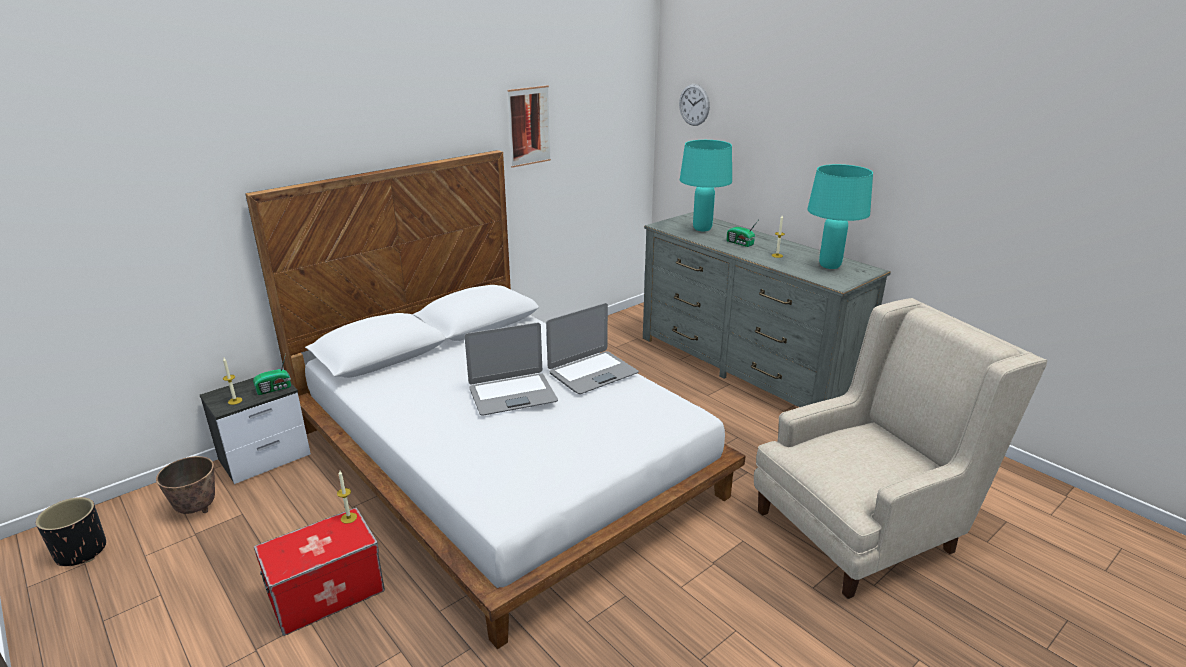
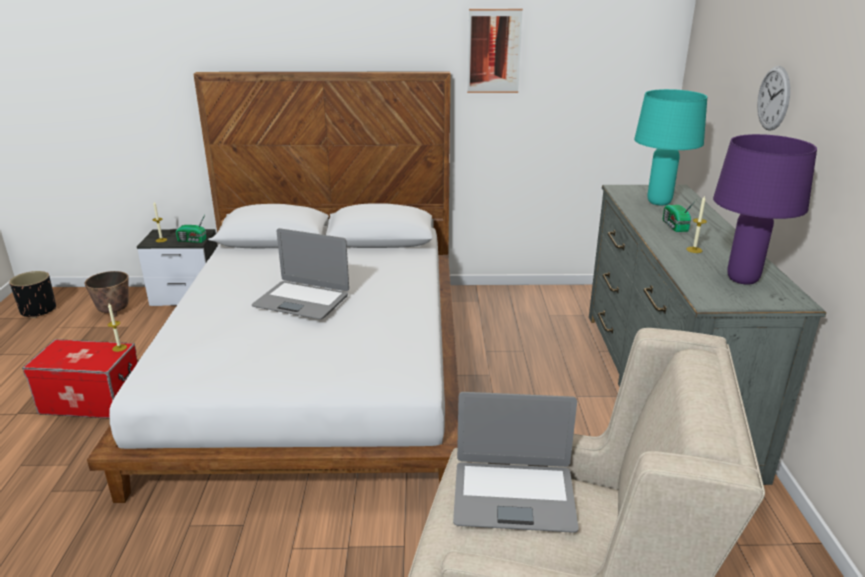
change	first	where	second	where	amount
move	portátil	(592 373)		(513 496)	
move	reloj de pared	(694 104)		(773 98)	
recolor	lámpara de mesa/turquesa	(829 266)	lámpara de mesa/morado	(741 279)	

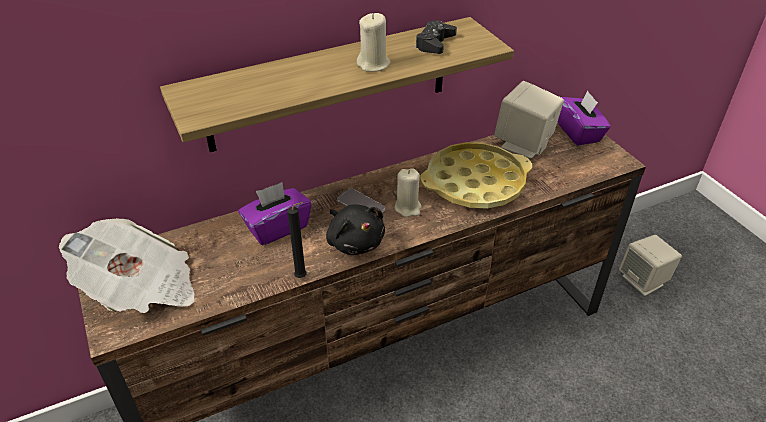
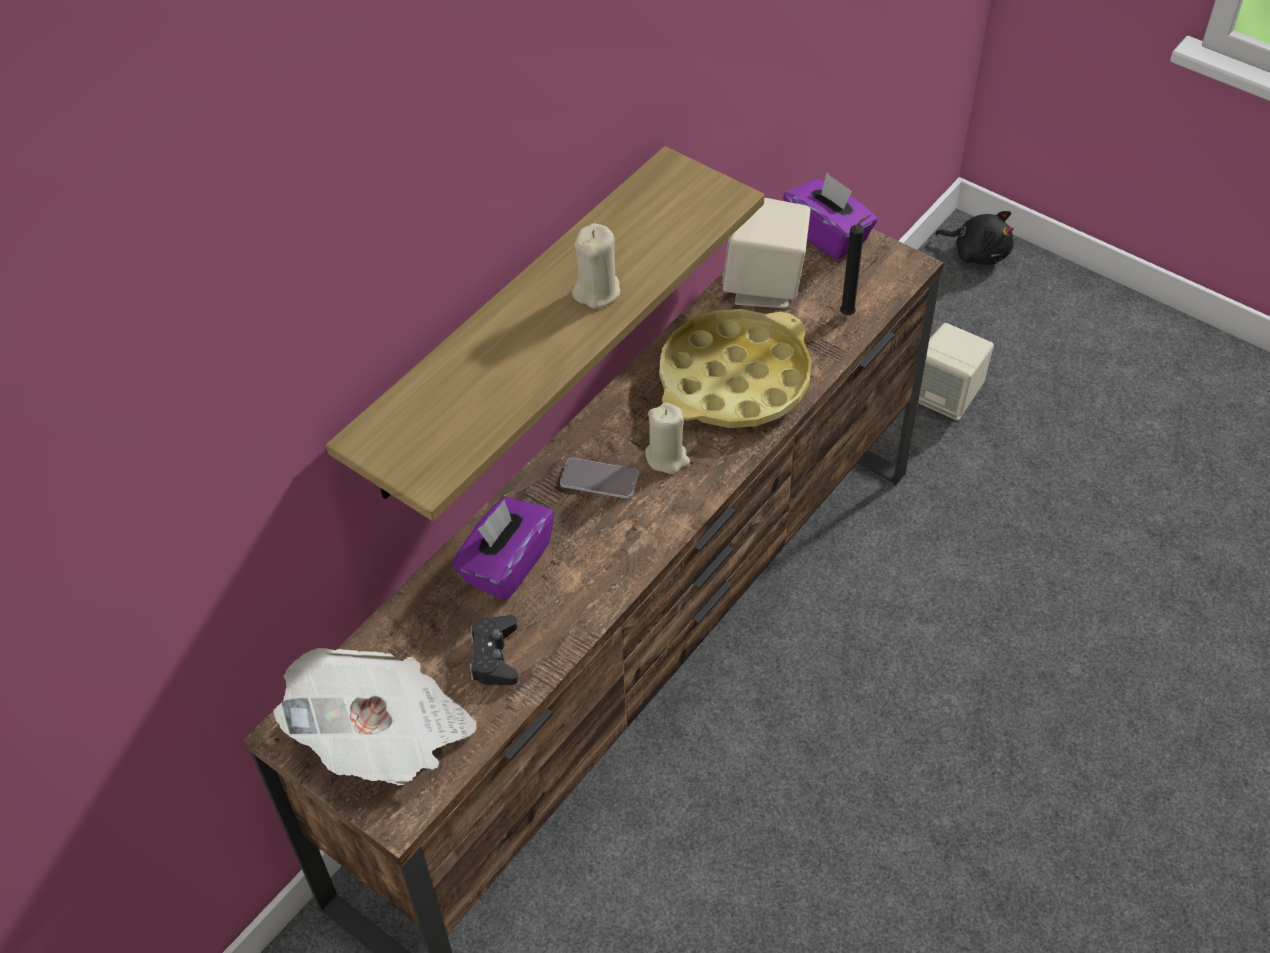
change	first	where	second	where	amount
move	vela/negro	(303 277)		(849 313)	
move	peluche/negro	(355 241)		(978 252)	
move	mando de consola/negro	(434 43)		(494 656)	

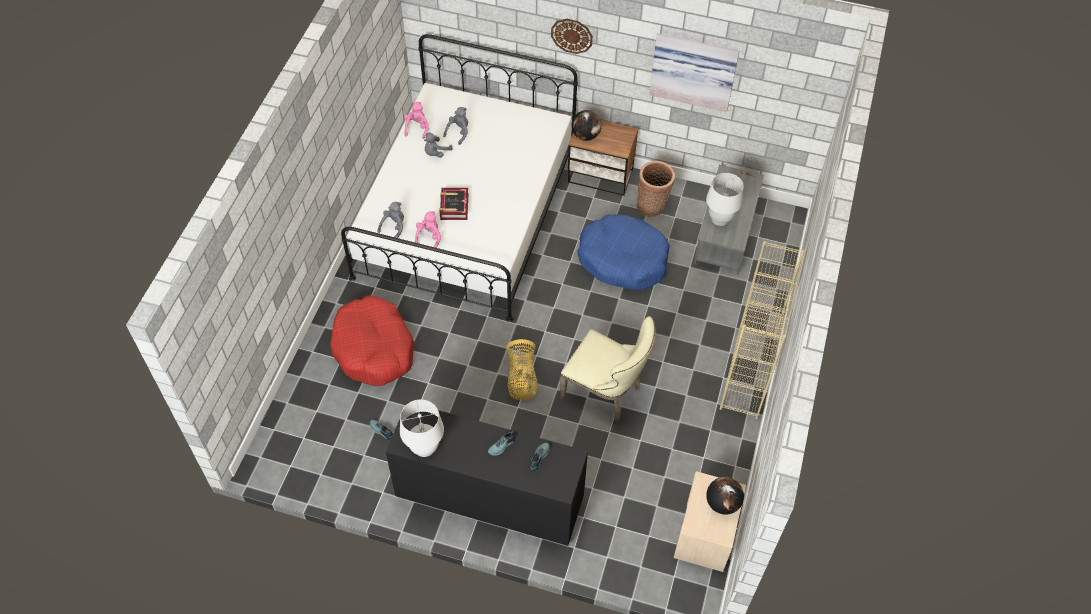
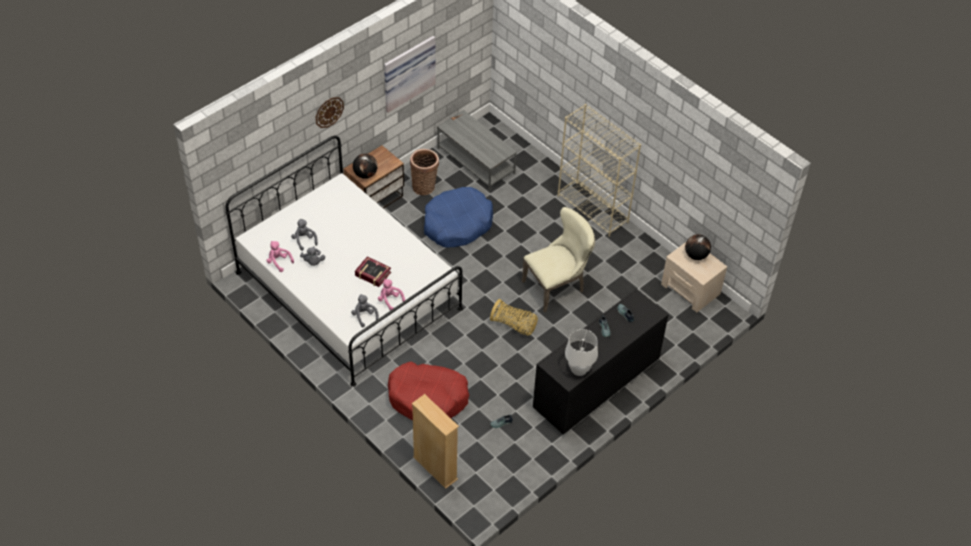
change	first	where	second	where	amount
delete	lámpara de mesa/blanco	(720 219)			
insert			estantería/beis	(435 468)	

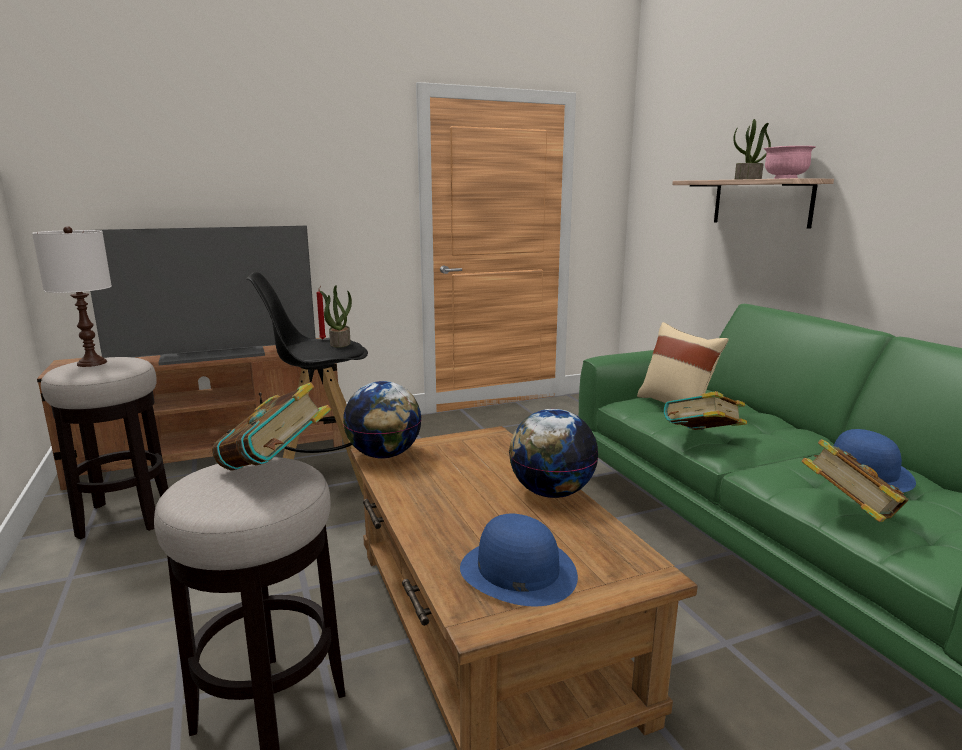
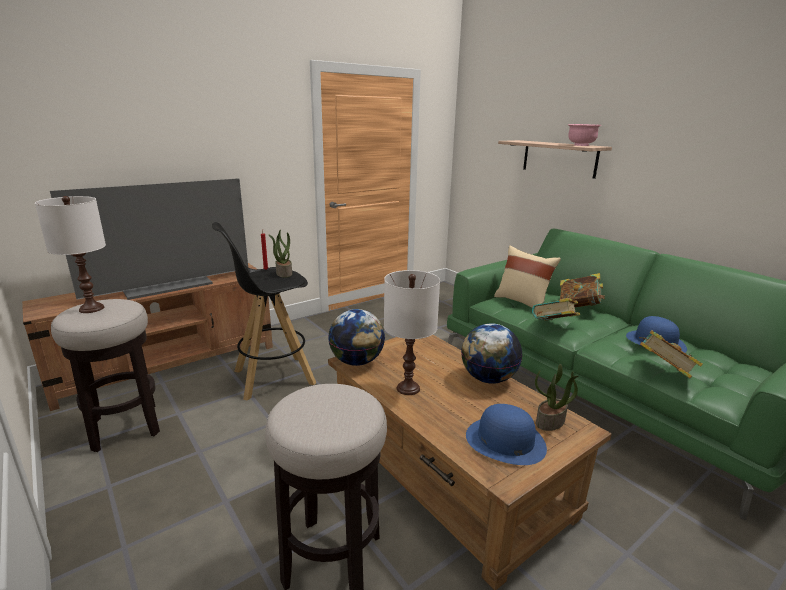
change	first	where	second	where	amount
move	libro	(274 469)		(578 307)	
move	planta en maceta	(748 179)		(550 422)	
insert			lámpara de mesa/blanco	(407 388)	

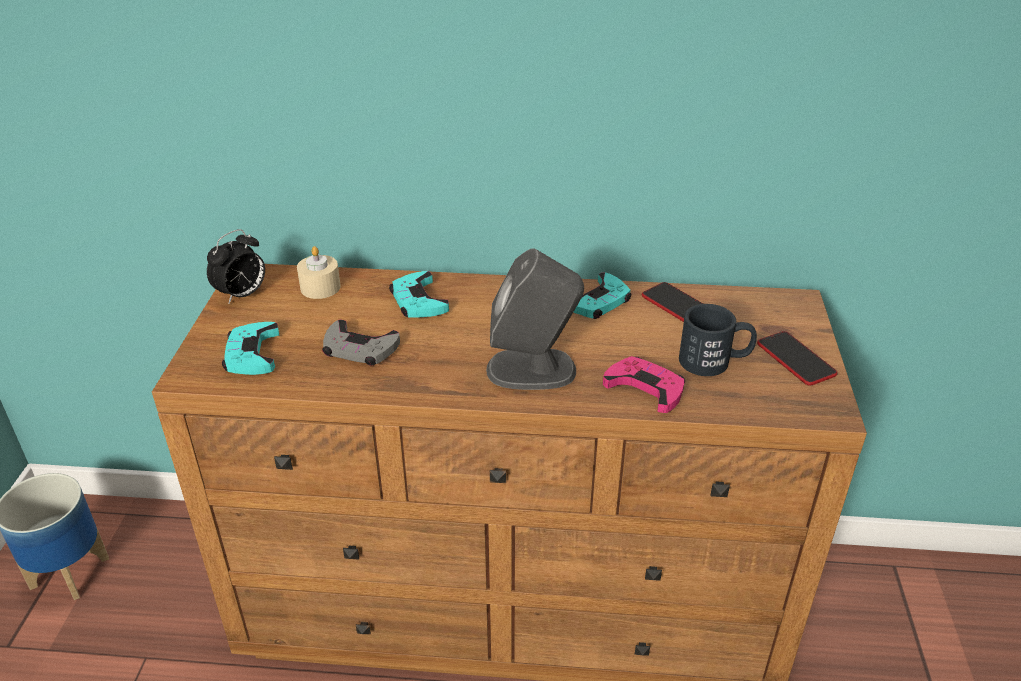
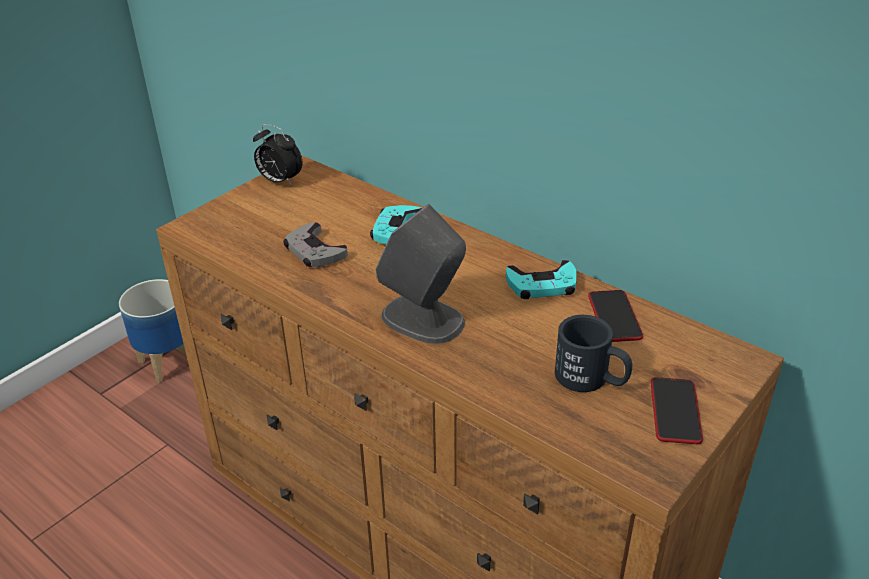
change	first	where	second	where	amount
rotate	despertador	(242 295)		(279 181)	45 degrees clockwise
delete	mando de consola/turquesa	(252 354)			
delete	vela/beis	(320 287)			
delete	mando de consola/rosa	(645 388)			

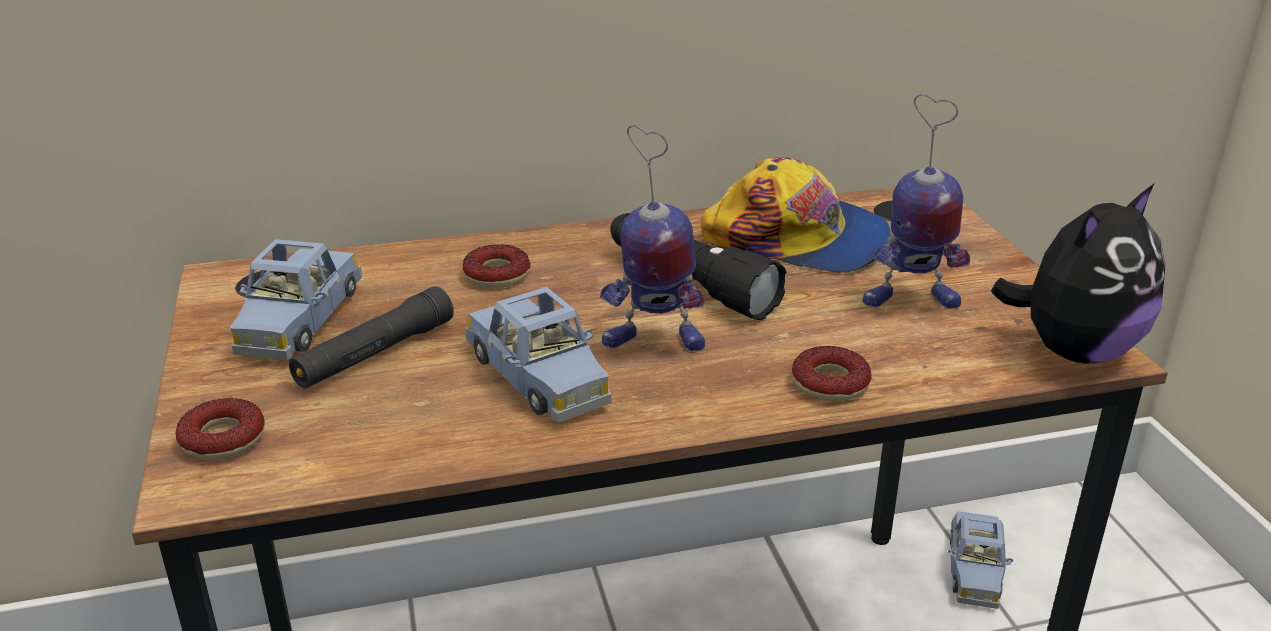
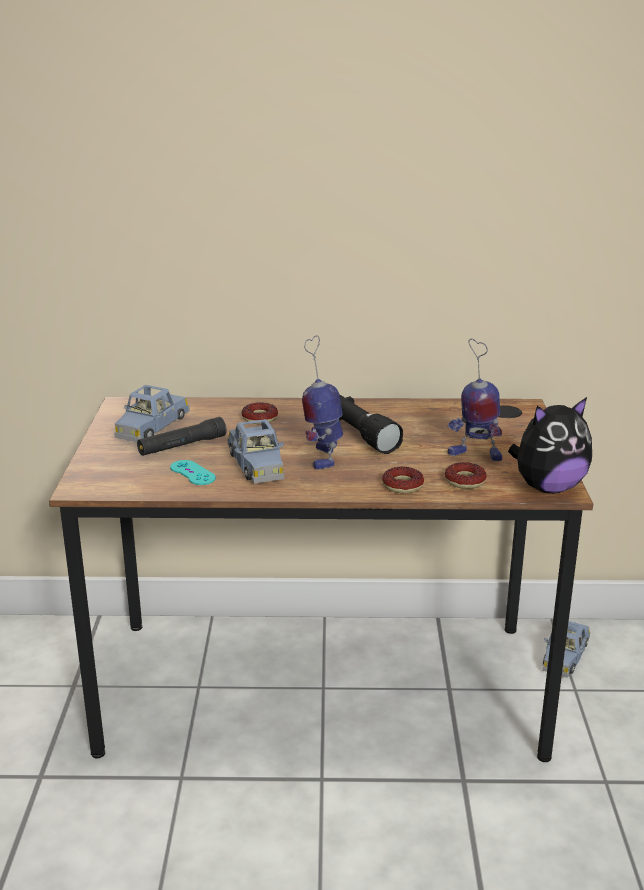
change	first	where	second	where	amount
move	rosquilla	(223 439)		(465 481)	
rotate	robot de juguete	(652 342)		(322 457)	75 degrees clockwise
delete	gorra	(798 239)			
insert			mando de consola/turquesa	(192 473)	

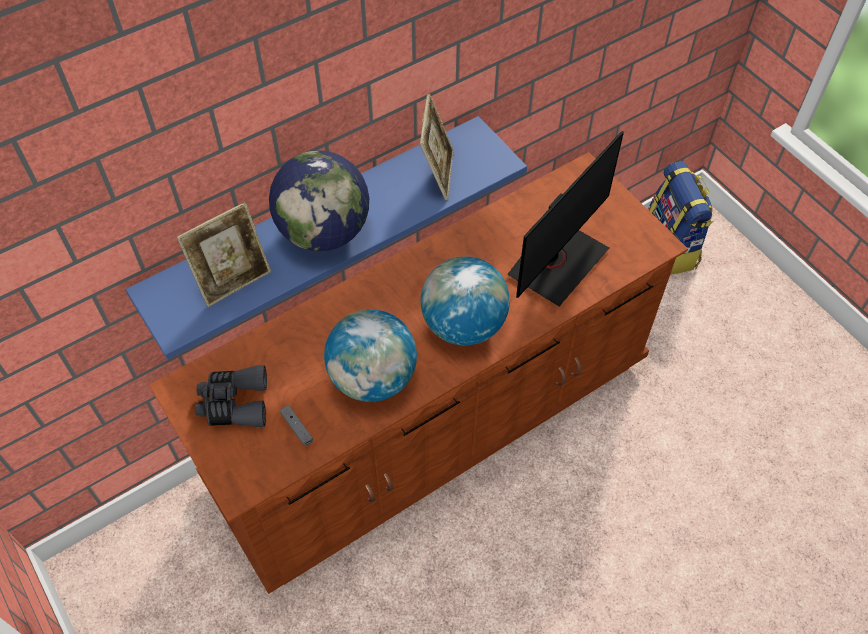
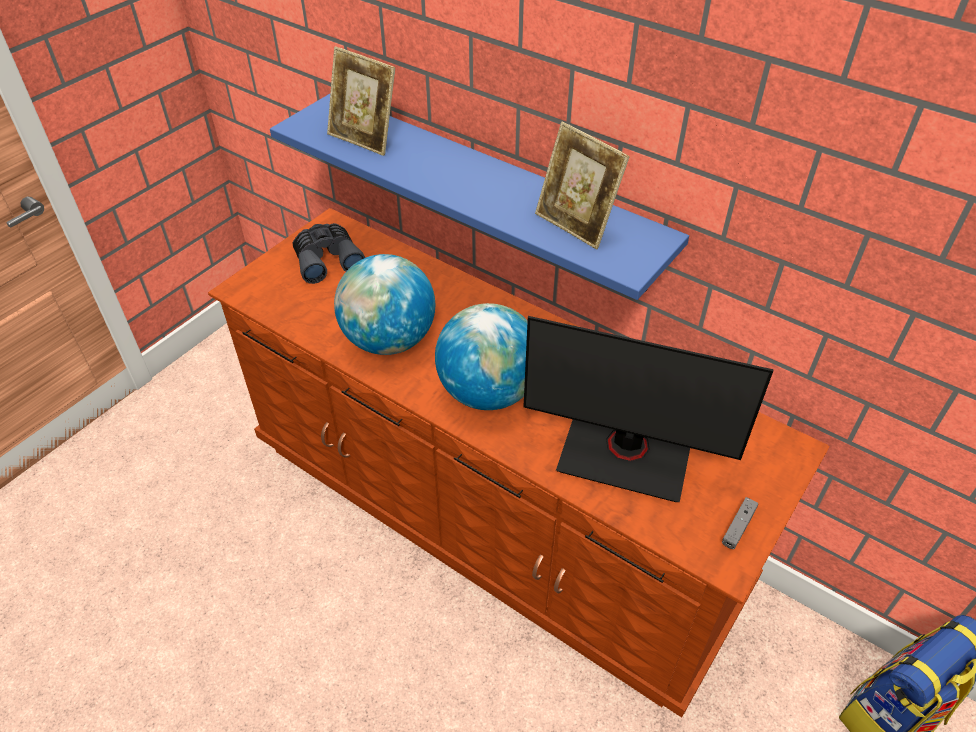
change	first	where	second	where	amount
delete	globo terráqueo	(324 232)			
move	mando de consola/gris	(297 428)		(738 527)	
rotate	portarretratos	(437 173)		(576 225)	60 degrees clockwise

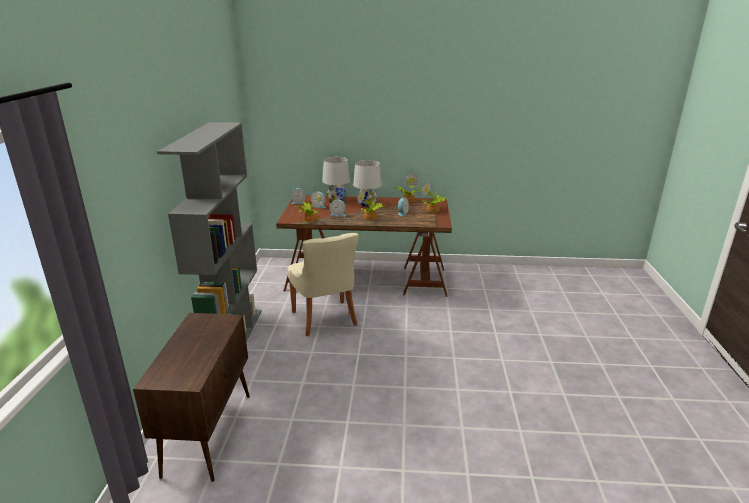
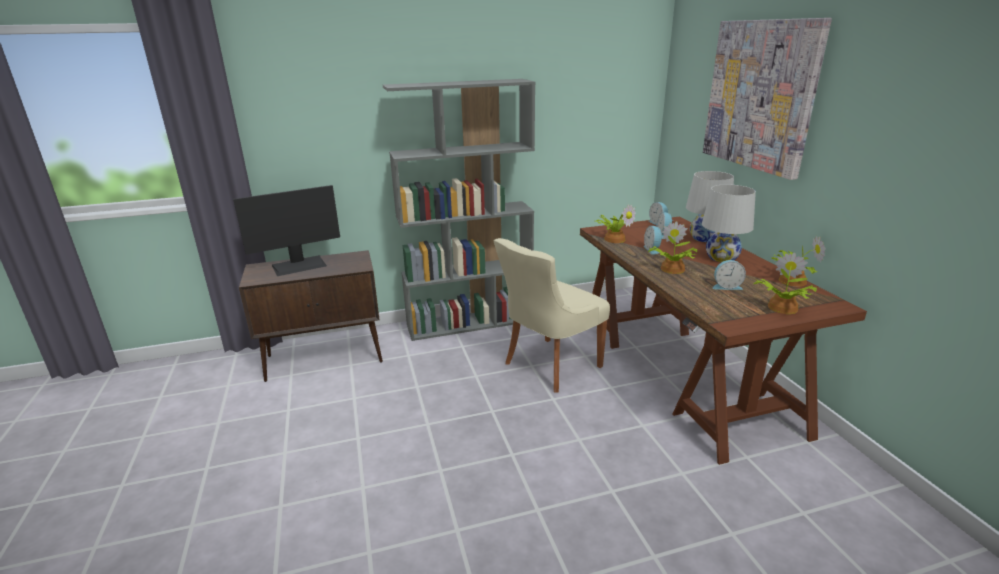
change	first	where	second	where	amount
insert			monitor	(299 265)	
insert			cuadro	(760 95)	

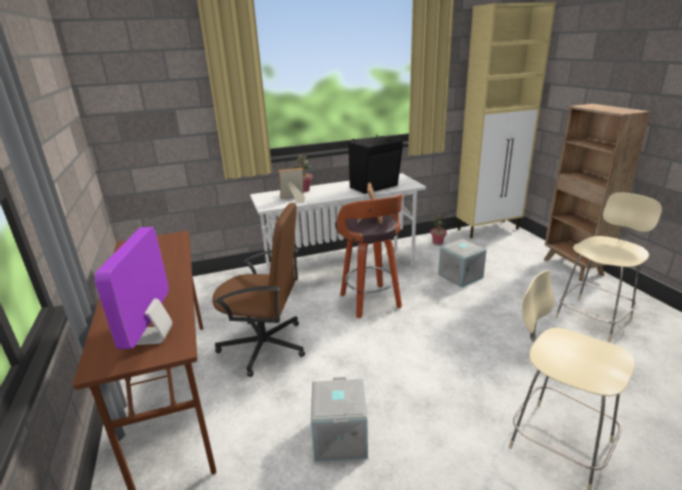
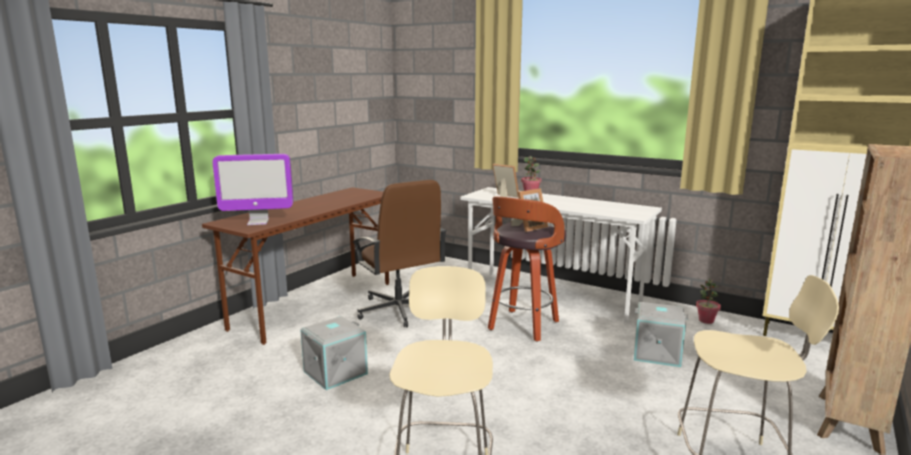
change	first	where	second	where	amount
rotate	monitor	(154 336)		(258 222)	150 degrees counterclockwise
delete	altavoz/negro	(375 187)			

